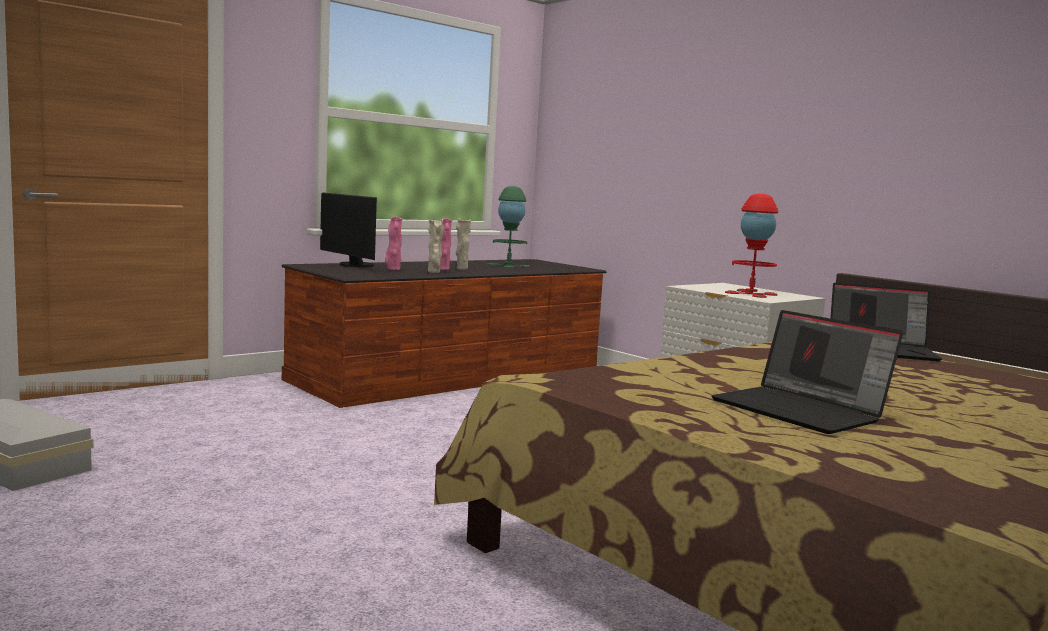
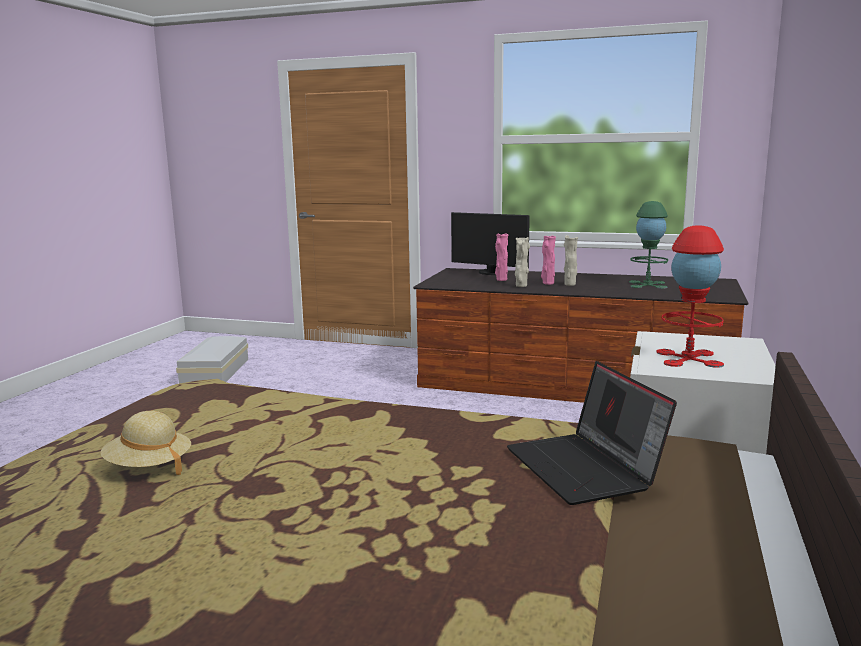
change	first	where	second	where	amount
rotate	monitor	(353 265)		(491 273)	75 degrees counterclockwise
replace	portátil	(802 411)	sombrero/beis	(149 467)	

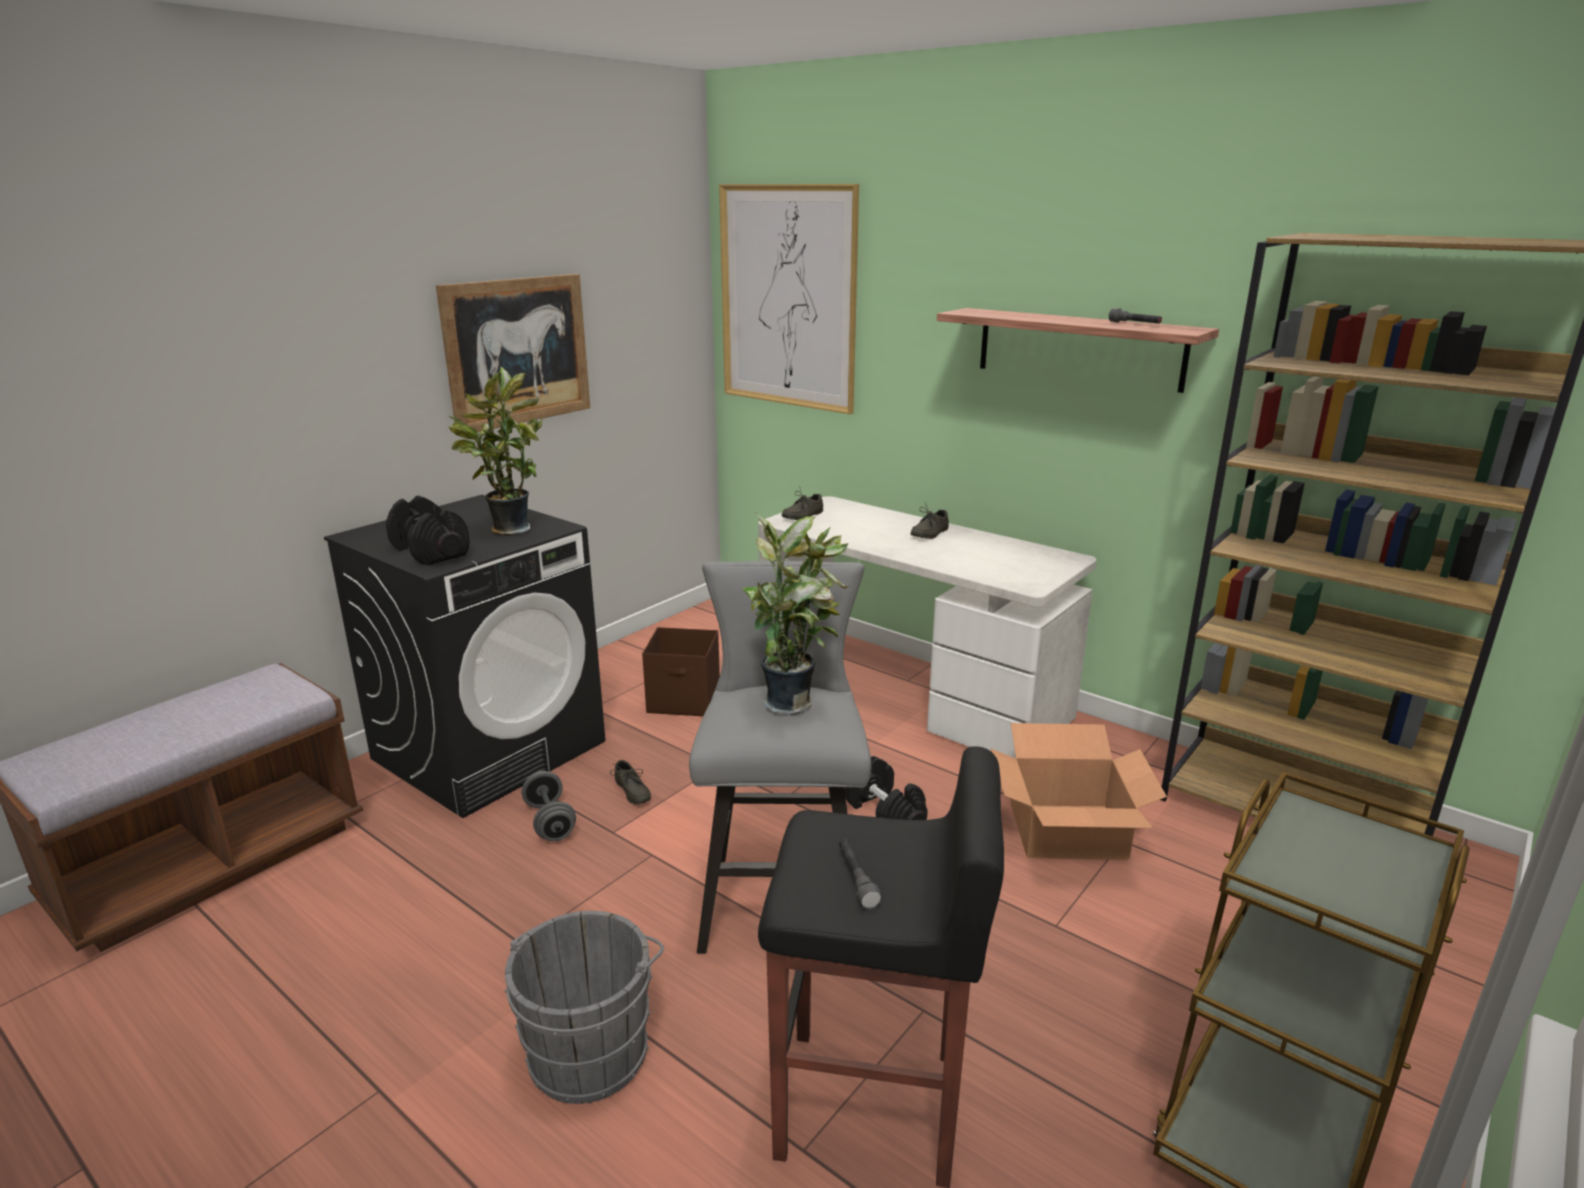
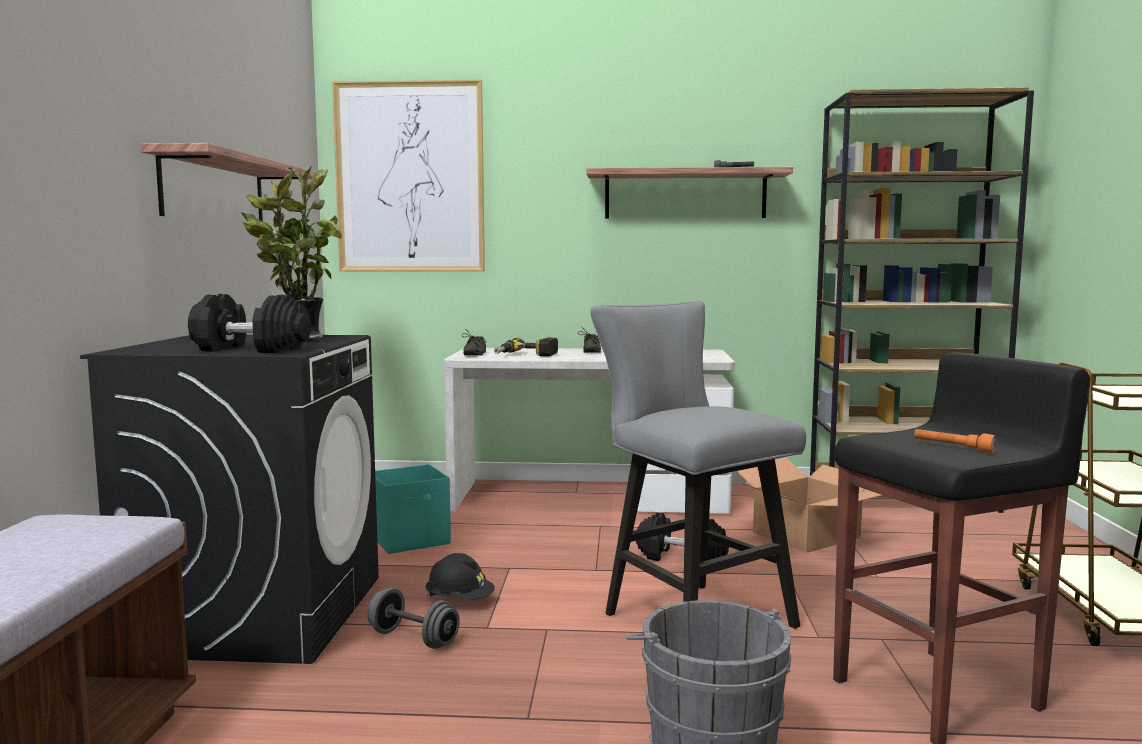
change	first	where	second	where	amount
replace	cuadro	(518 351)	estante	(214 190)	
replace	zapato/gris	(630 792)	casco/negro	(460 601)	
recolor	caja de almacenaje/marrón	(685 701)	caja de almacenaje/turquesa	(411 540)	
delete	planta en maceta	(793 703)			
recolor	linterna/gris	(856 879)	linterna/naranja	(952 447)	
insert			taladro	(525 356)	

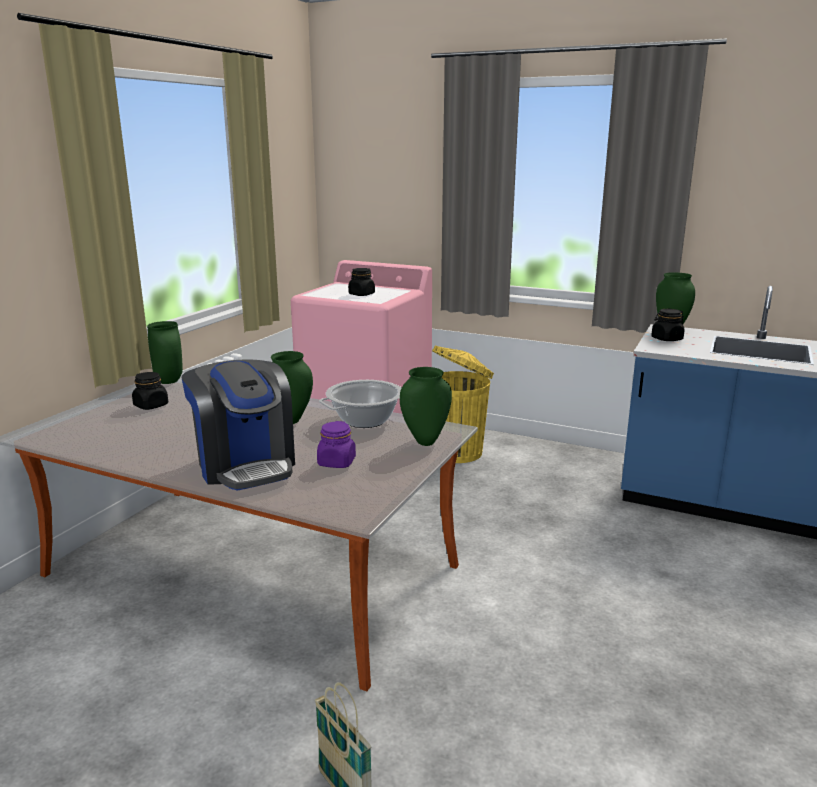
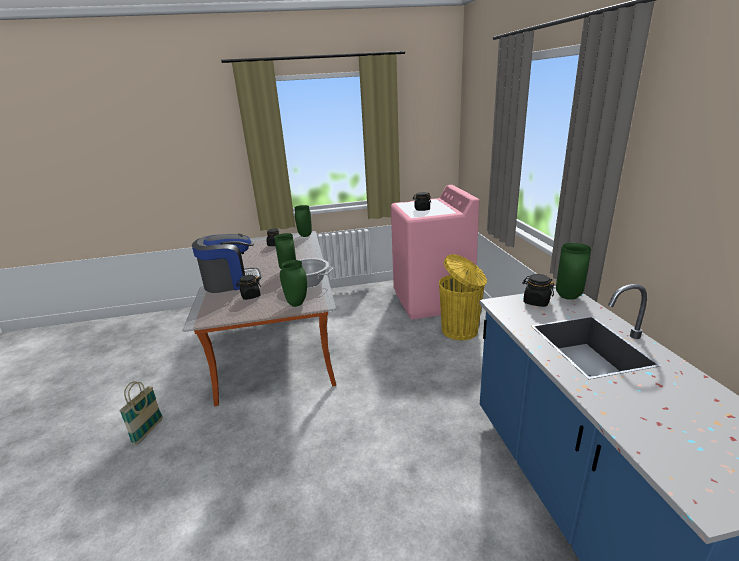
change	first	where	second	where	amount
rotate	cafetera	(245 465)		(231 282)	135 degrees counterclockwise
recolor	tarro/morado	(336 462)	tarro/negro	(250 296)	

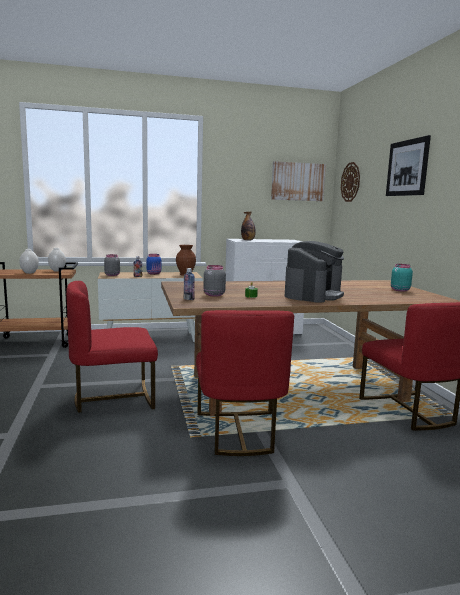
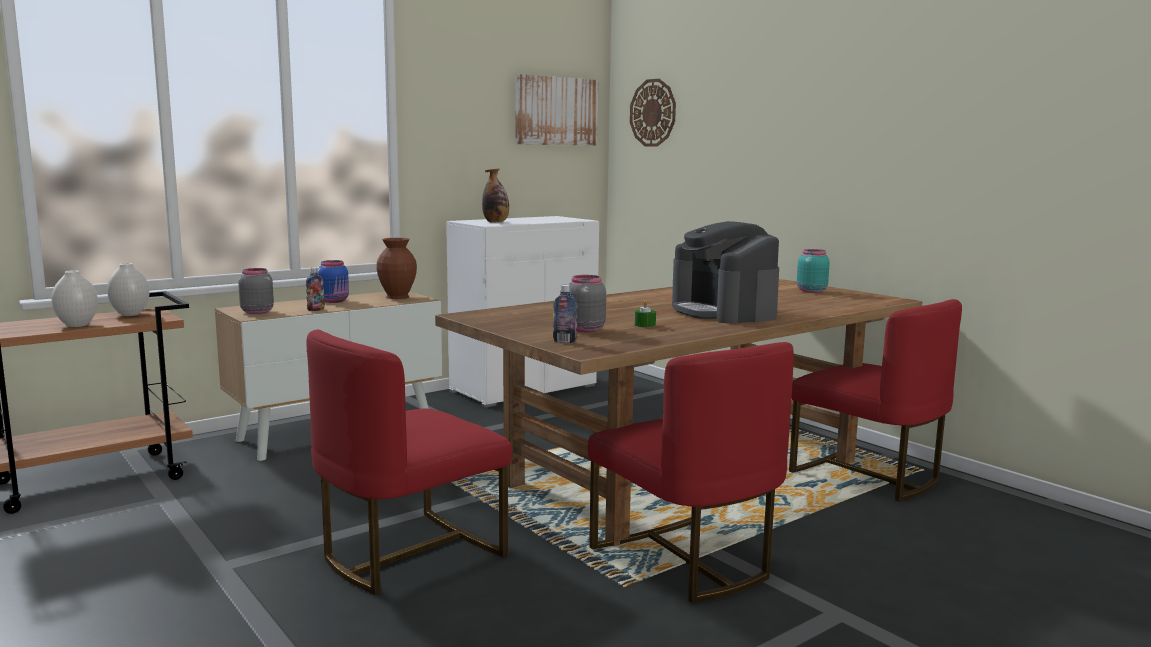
change	first	where	second	where	amount
rotate	cafetera	(313 295)		(723 312)	150 degrees clockwise
delete	cuadro	(407 168)			

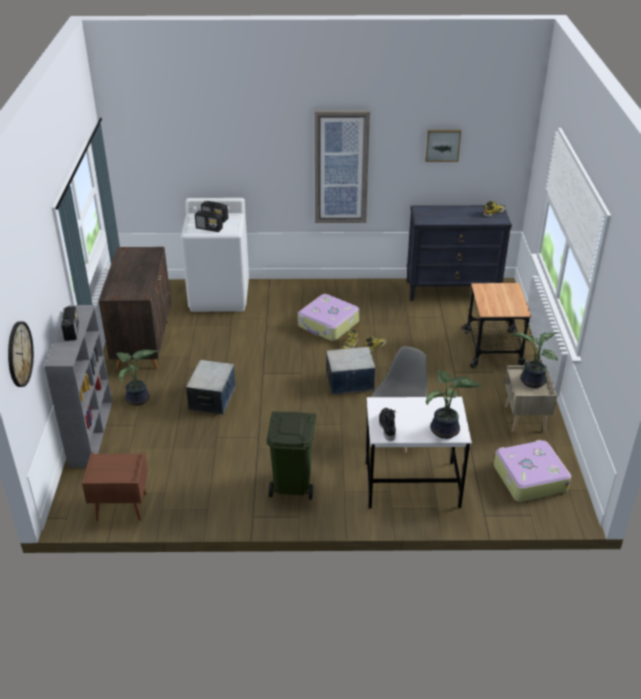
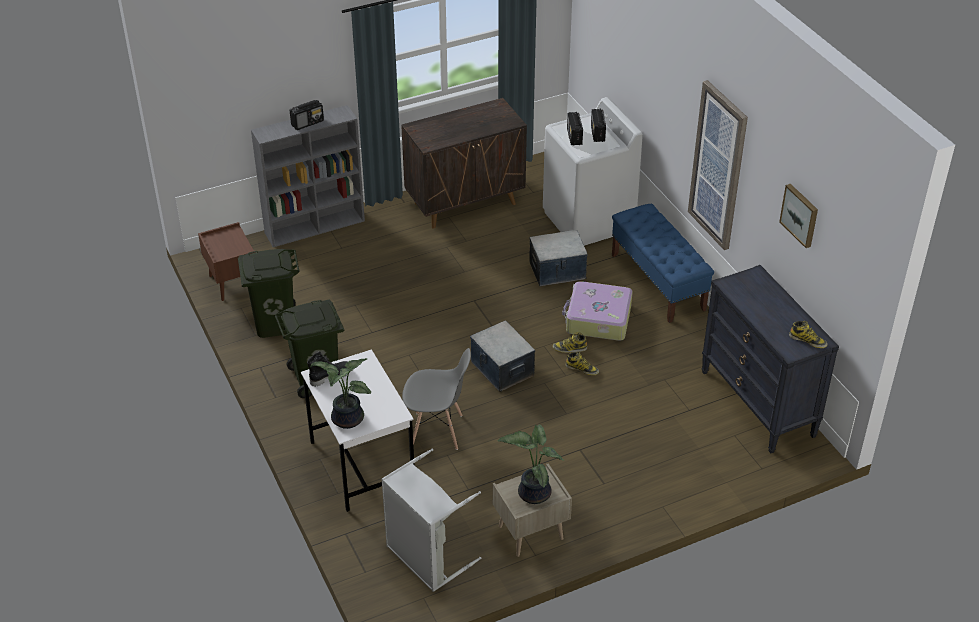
change	first	where	second	where	amount
delete	reloj de pared	(19 354)			
delete	planta en maceta	(138 400)			
move	caja de almacenaje	(213 399)		(557 271)	
delete	carrito	(493 349)			
replace	maleta	(529 477)	cesto de la ropa/gris	(425 558)	
insert			papelera/verde	(274 323)	
insert			banco/azul	(658 282)	

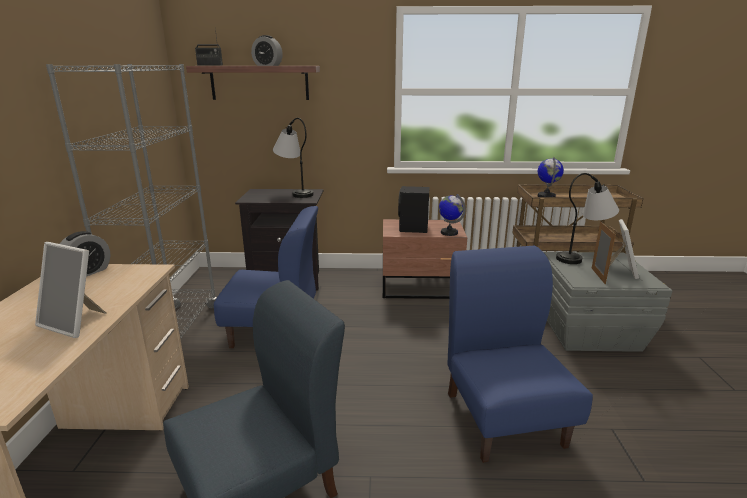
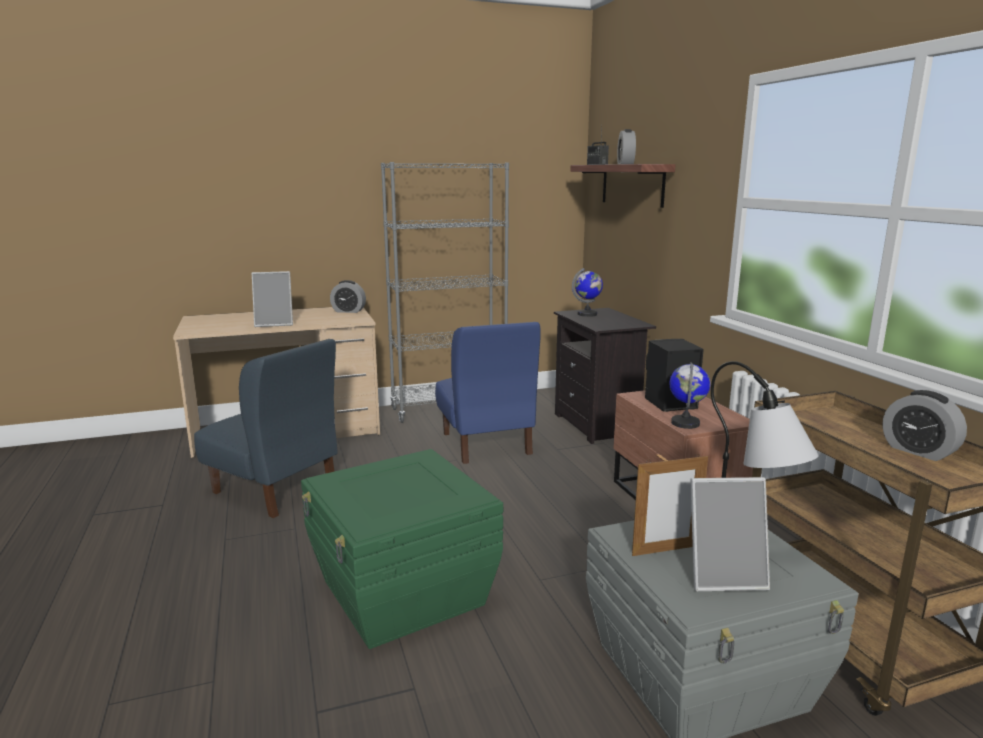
change	first	where	second	where	amount
rotate	portarretratos	(75 323)		(275 323)	105 degrees counterclockwise
delete	lámpara de mesa	(295 192)			
replace	silla/azul	(504 417)	caja de almacenaje/verde	(402 594)	
move	globo terráqueo	(546 196)		(587 314)	
insert			despertador	(918 451)	

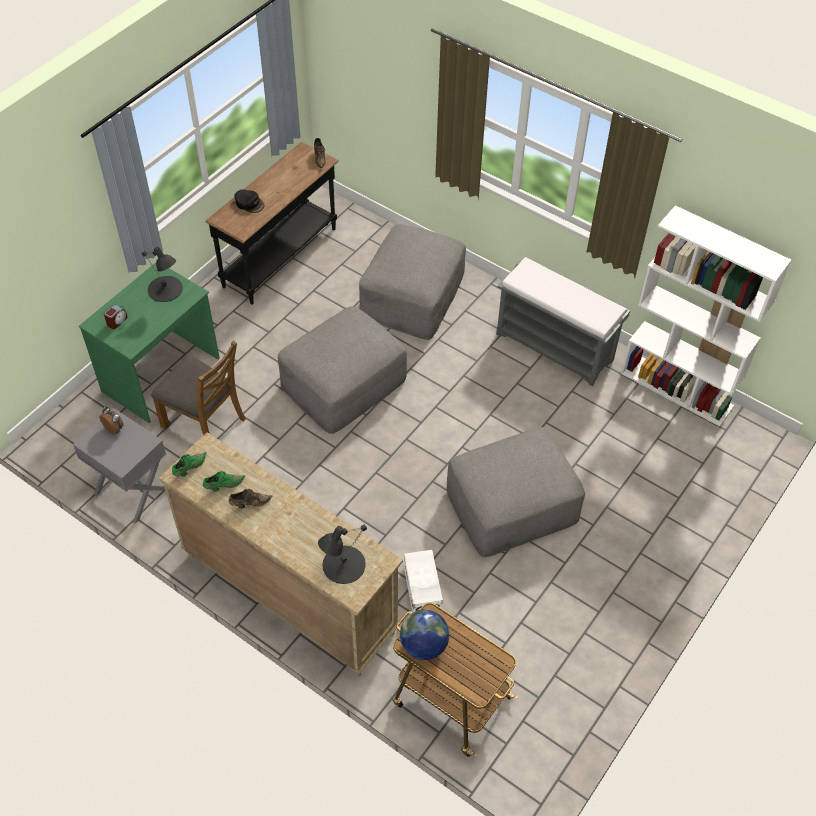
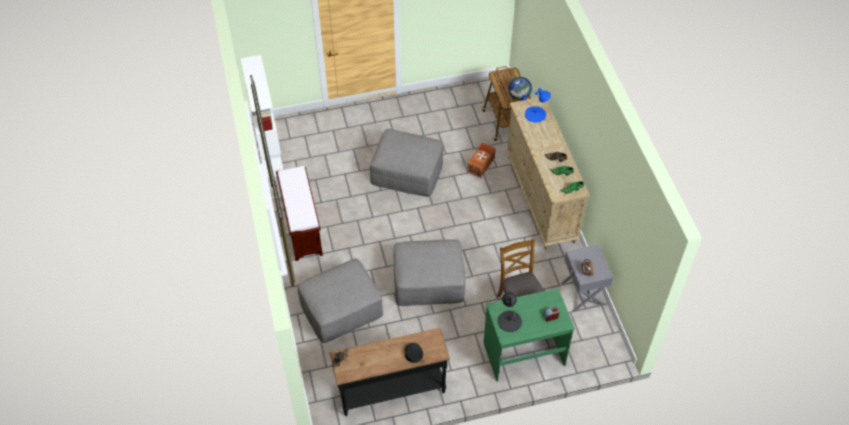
change	first	where	second	where	amount
recolor	lámpara de mesa/negro	(343 565)	lámpara de mesa/azul	(535 114)	
recolor	caja de almacenaje/blanco	(421 591)	caja de almacenaje/marrón	(481 165)	
recolor	banco/gris	(555 347)	banco/marrón	(301 228)	

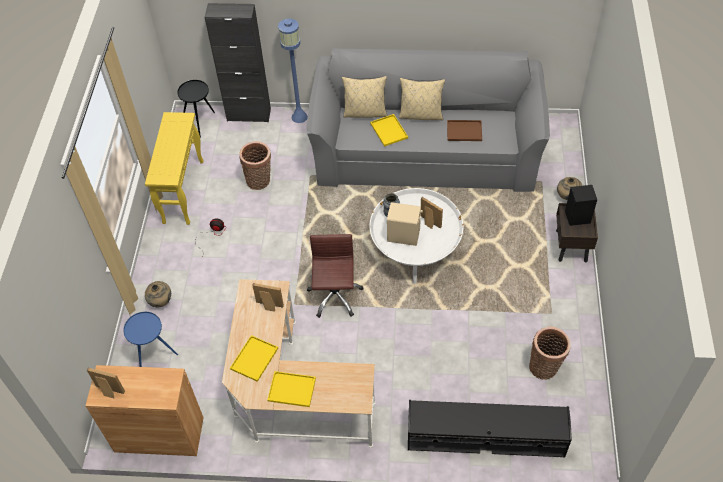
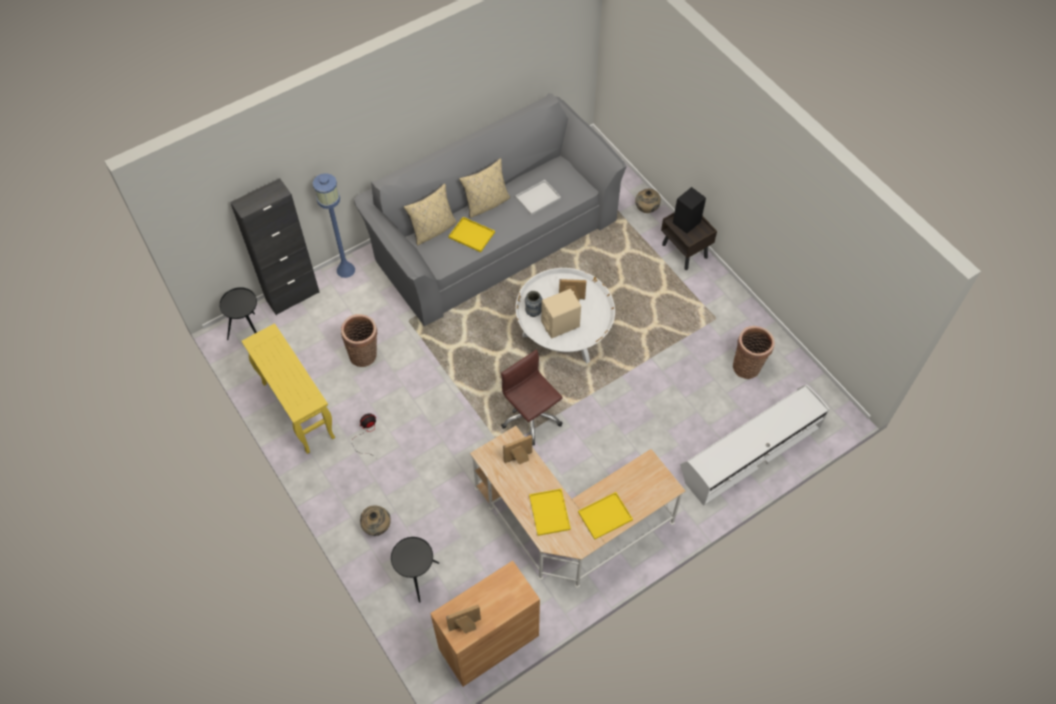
change	first	where	second	where	amount
recolor	mesa auxiliar/azul	(154 355)	mesa auxiliar/negro	(417 578)	
recolor	mueble de televisión/negro	(485 434)	mueble de televisión/blanco	(749 451)	
recolor	bandeja/marrón	(463 131)	bandeja/blanco	(537 198)	

